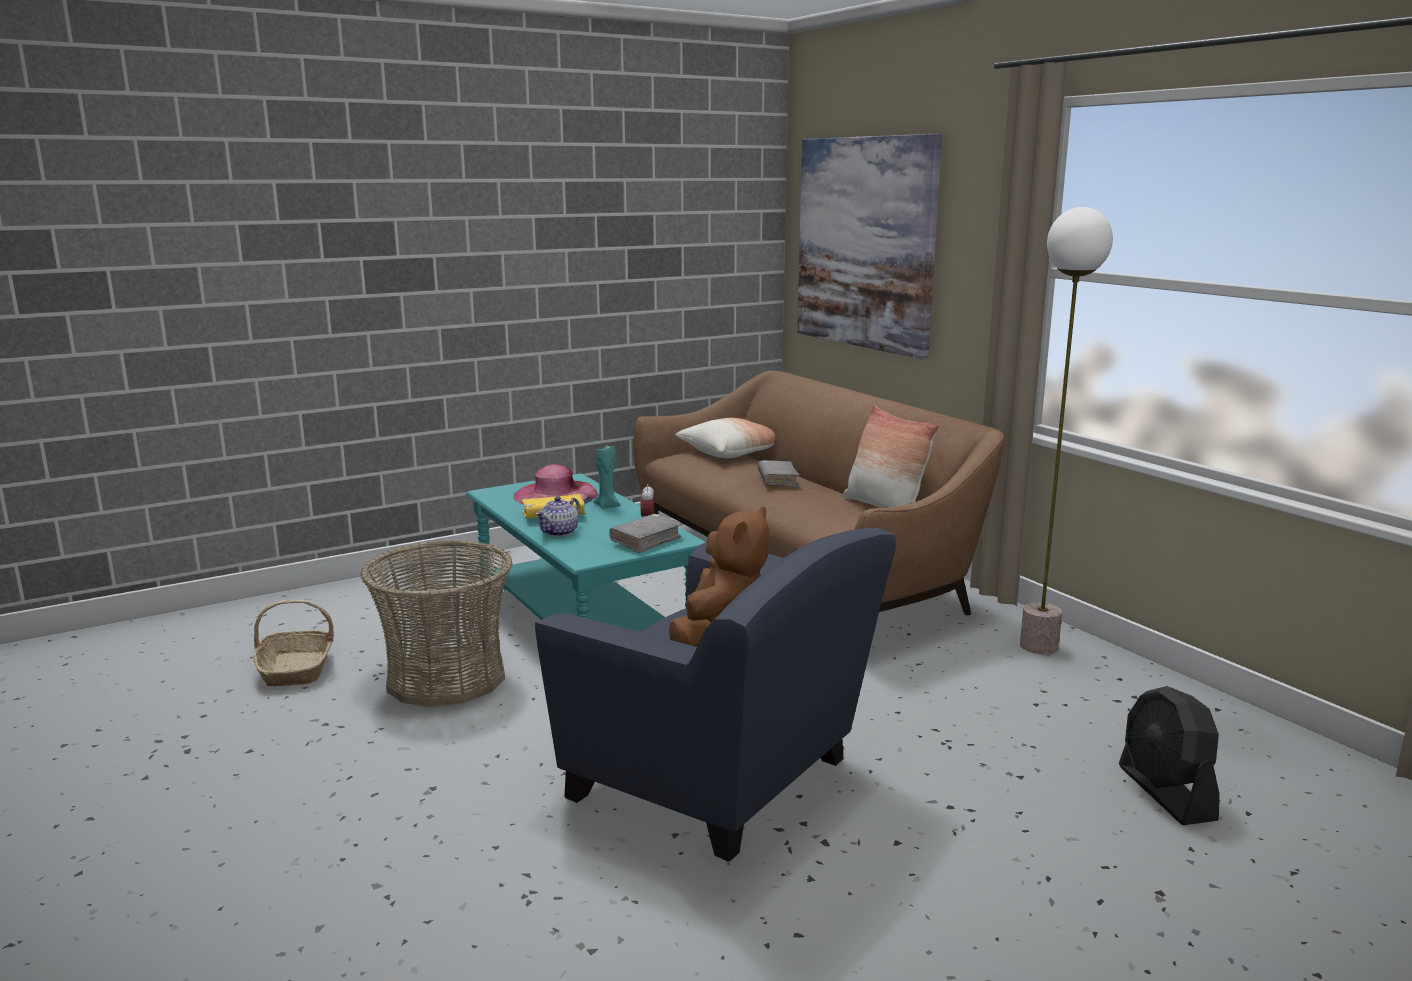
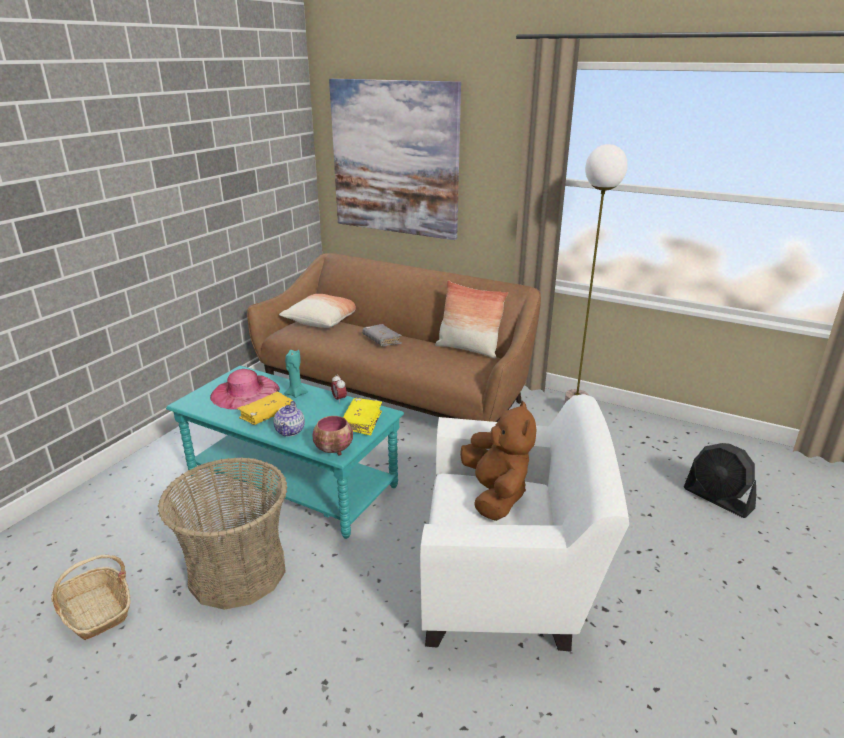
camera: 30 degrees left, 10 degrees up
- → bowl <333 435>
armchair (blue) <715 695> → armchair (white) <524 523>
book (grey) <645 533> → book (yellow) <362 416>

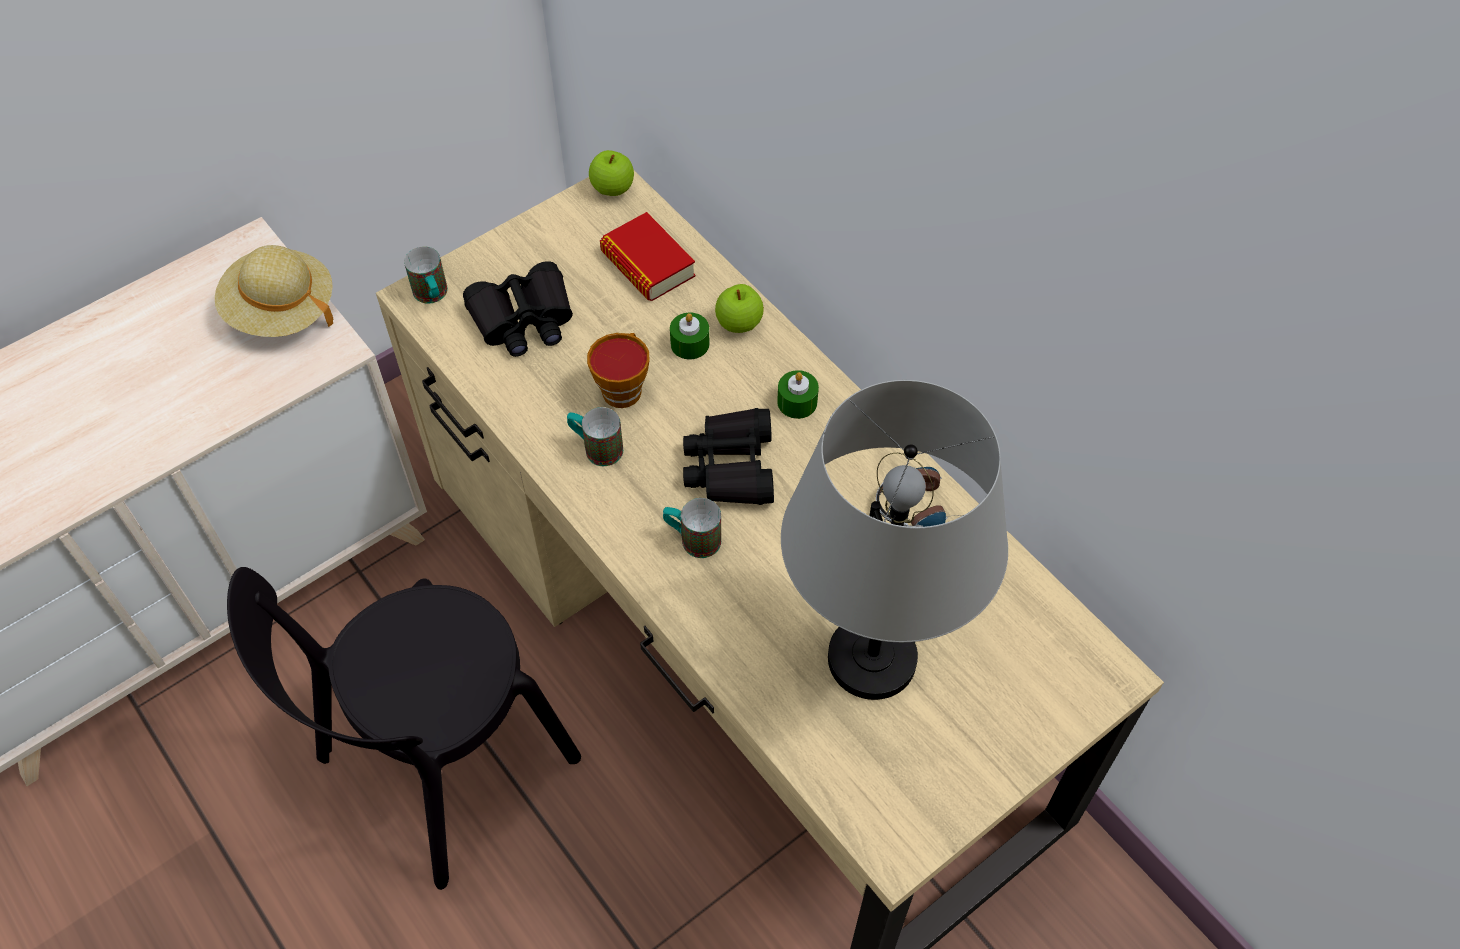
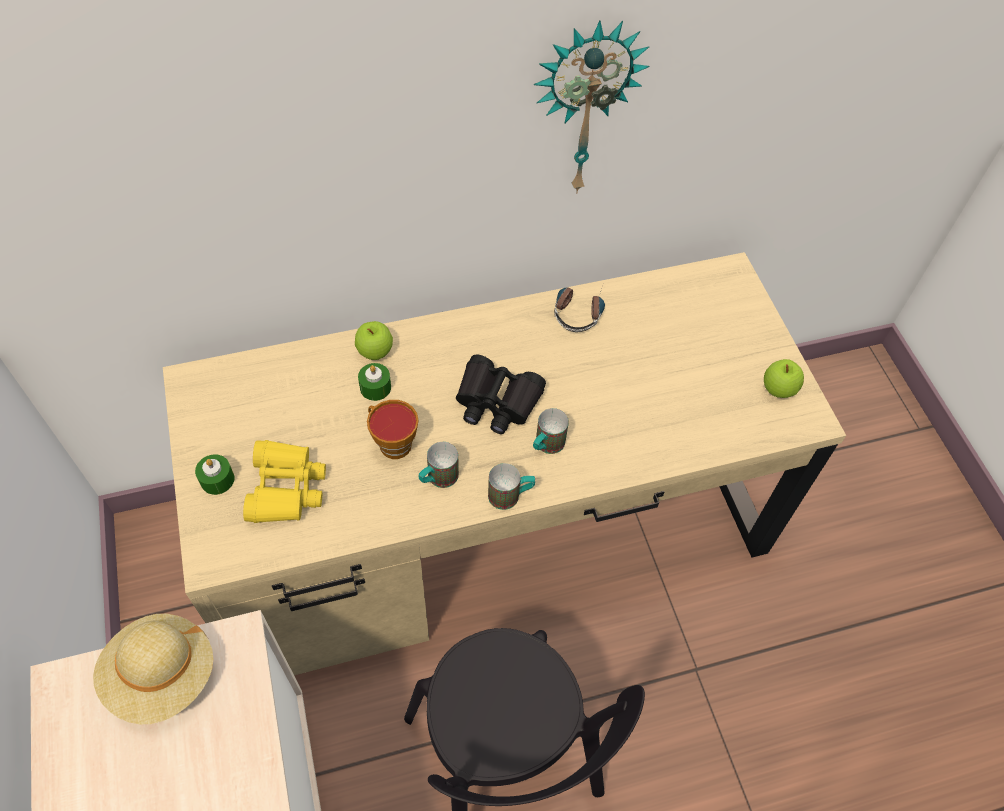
camera: 70 degrees left, 0 degrees up
book <648 256> → -
table lamp (grey) <894 540> → -
- → wall clock <592 107>
mug <426 275> → mug <511 486>, shifted
apple <611 173> → apple <784 378>, shifted
candle (green) <798 394> → candle (green) <214 474>, shifted
binoculars (black) <518 309> → binoculars (yellow) <284 481>

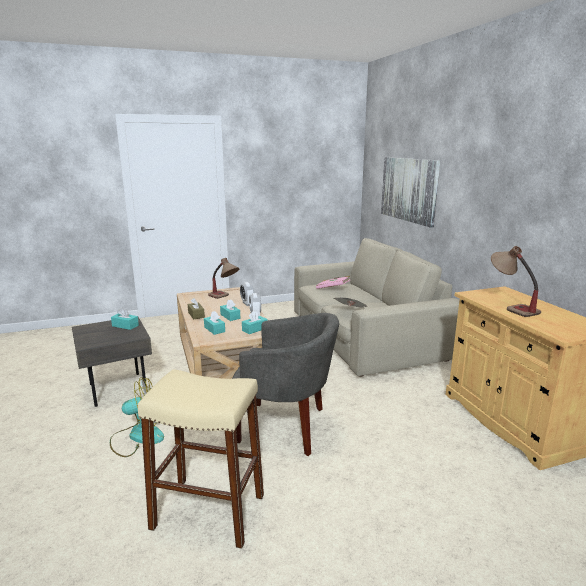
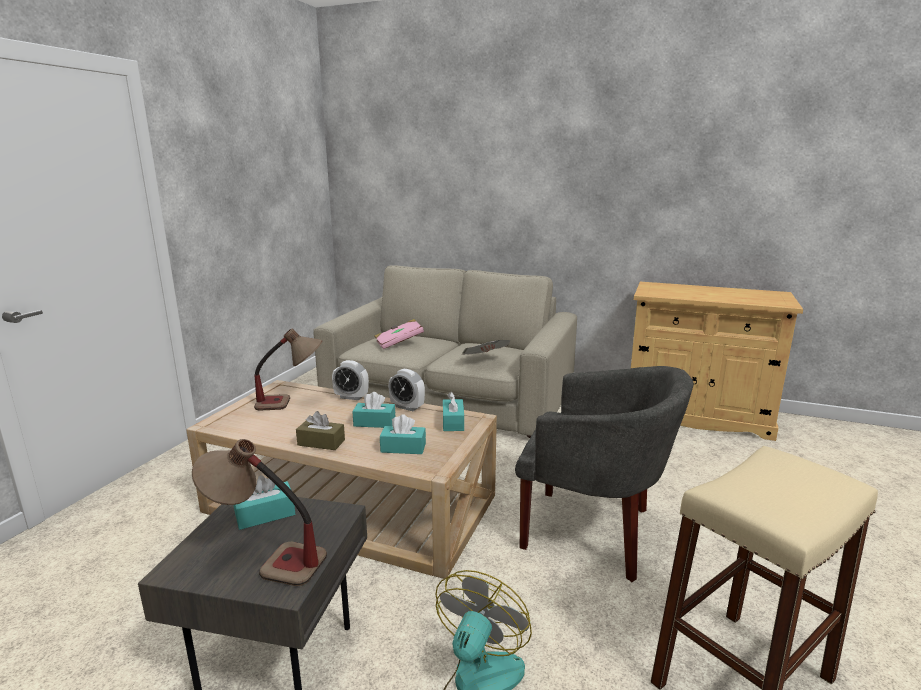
camera: 50 degrees left, 0 degrees up
picture <410 192> → -
table lamp <516 281> → table lamp <259 512>, shifted
armchair (grey) <285 384> → armchair (grey) <604 474>, 60 degrees clockwise

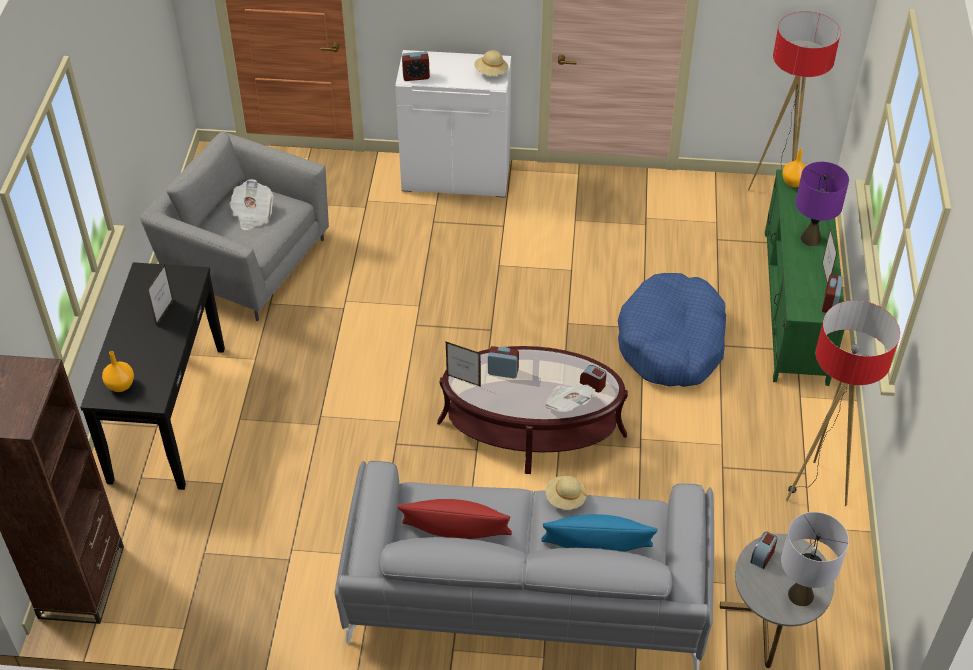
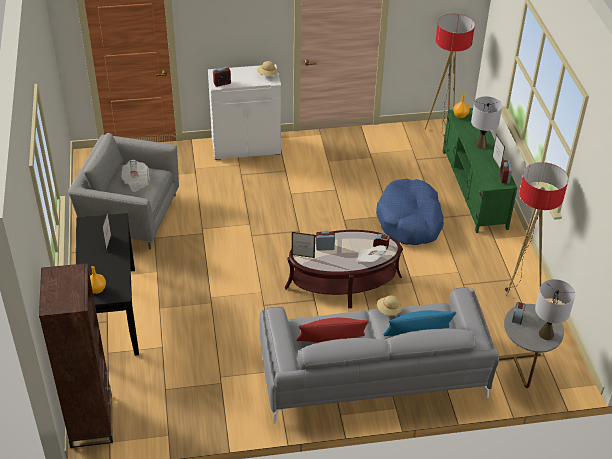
camera: 15 degrees left, 5 degrees down
table lamp (purple) <822 204> → table lamp (grey) <486 122>

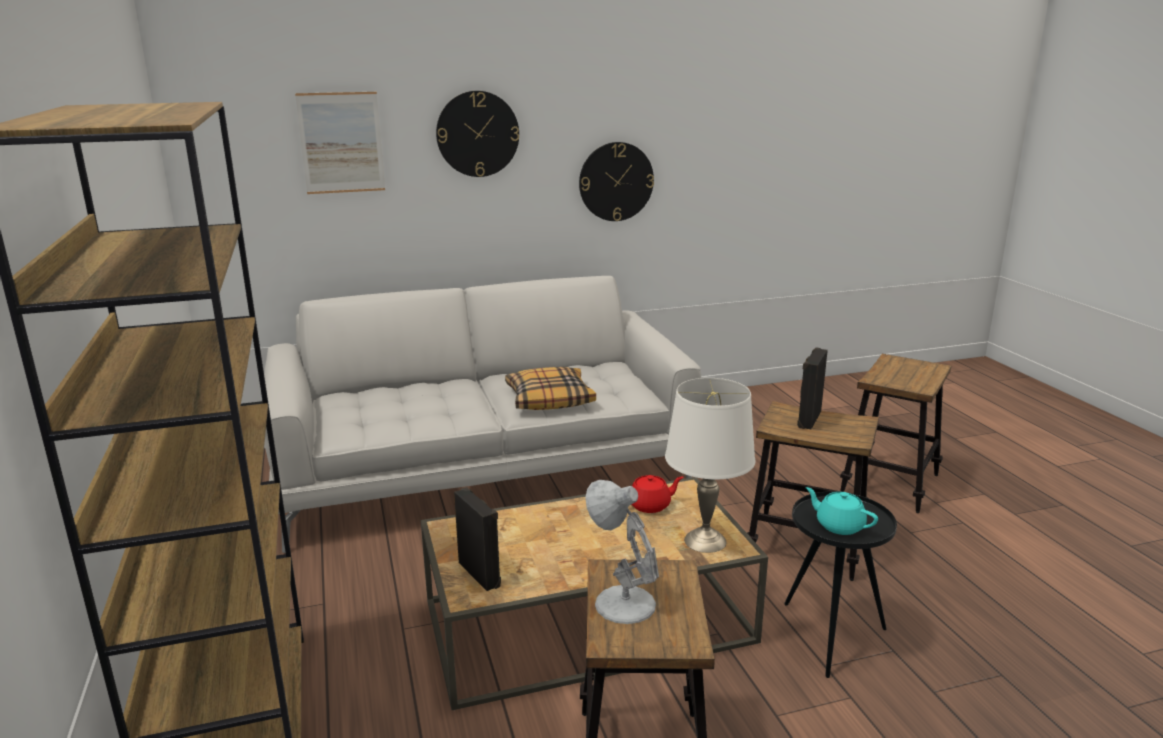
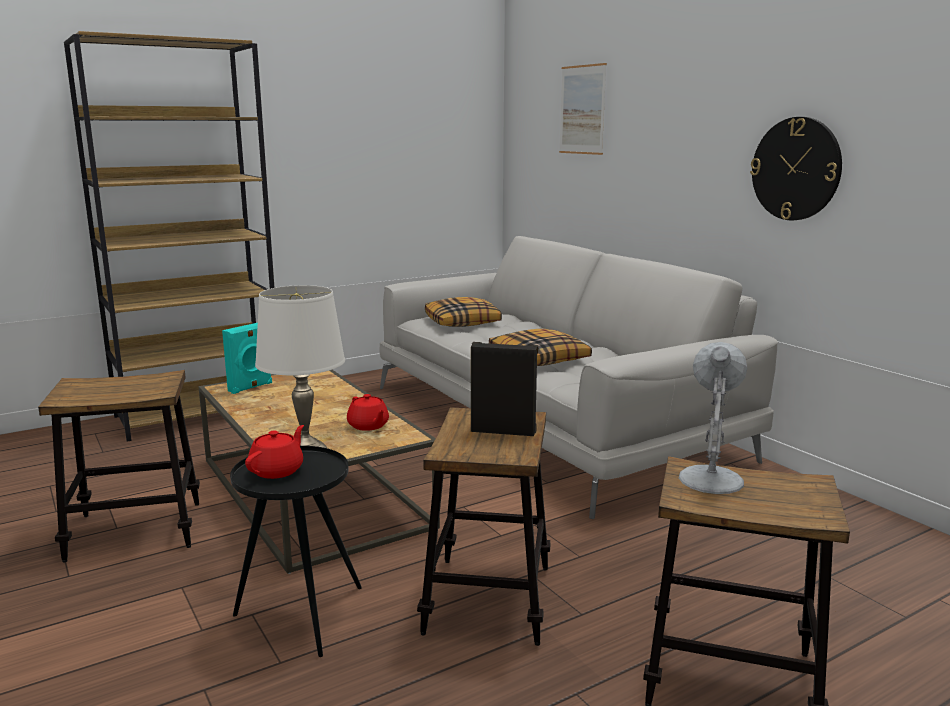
camera: 75 degrees right, 5 degrees down
wall clock <477 134> → -
- → pillow <463 312>
table lamp (white) <622 552> → table lamp (white) <713 418>, shifted
speaker (black) <477 539> → speaker (turquoise) <247 358>
teapot (turquoise) <841 511> → teapot (red) <274 452>

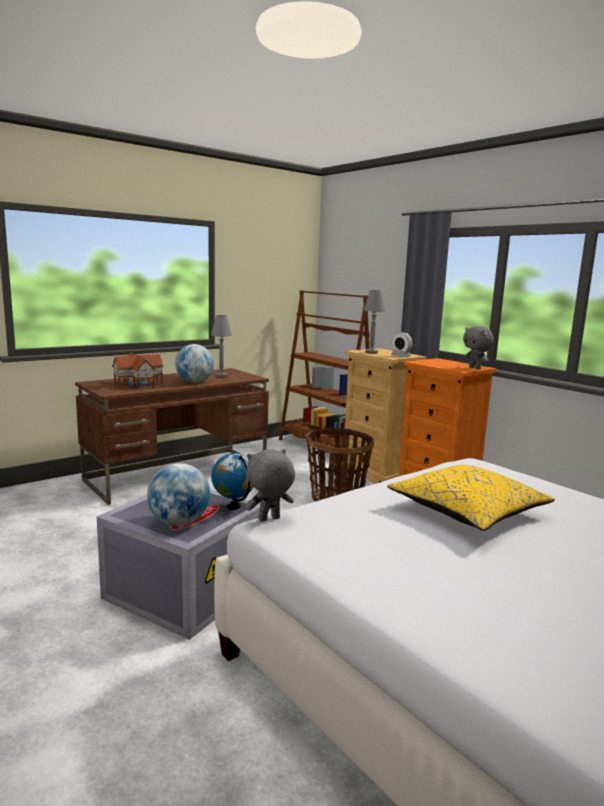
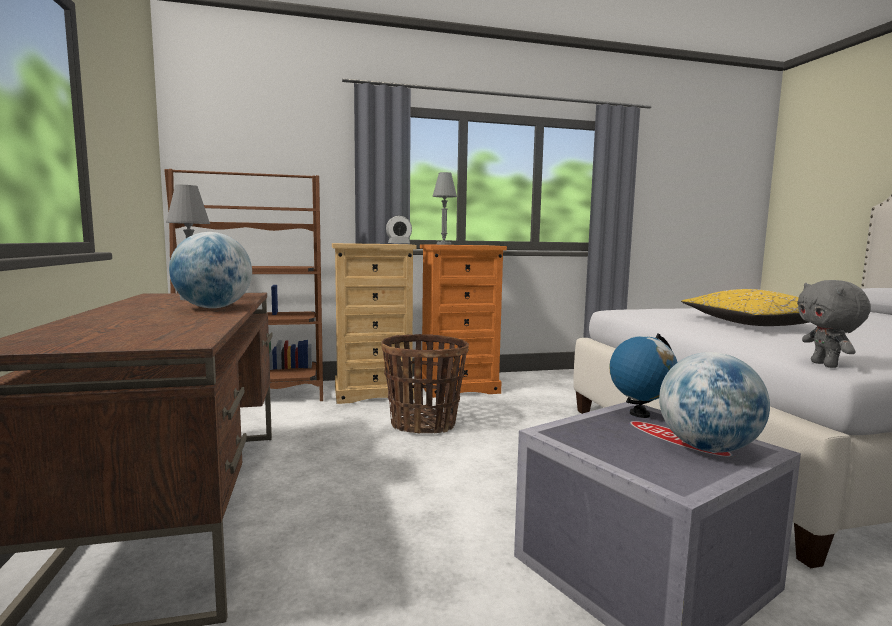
camera: 65 degrees left, 5 degrees down
toy house <138 371> → -
plush toy (grey) <478 348> → -
table lamp (grey) <374 322> → table lamp (grey) <445 208>, shifted

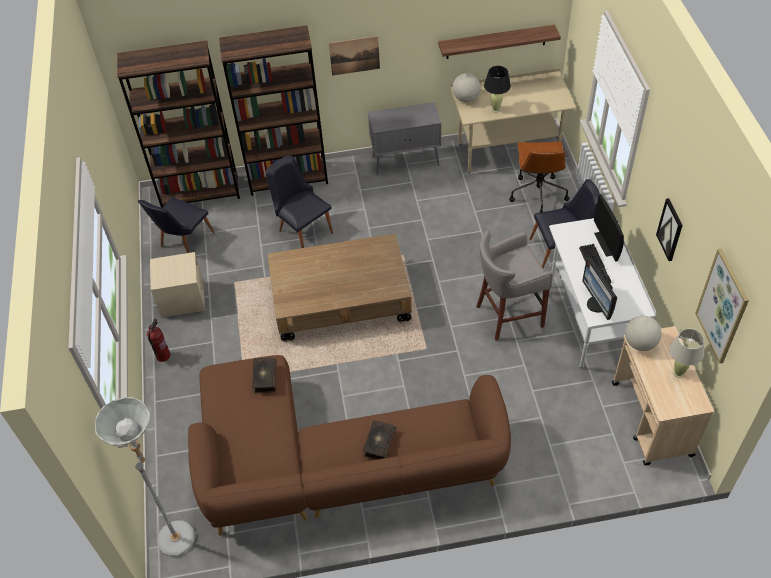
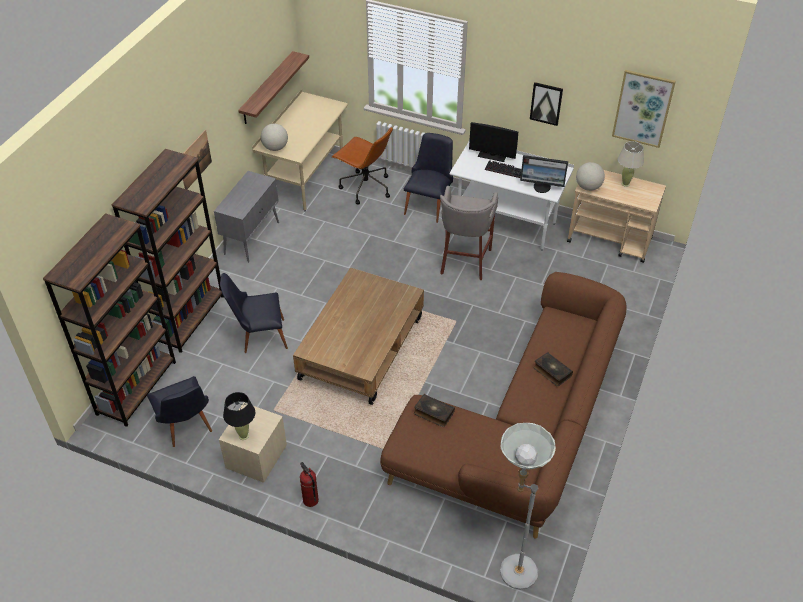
camera: 60 degrees left, 5 degrees down
table lamp (black) <497 89> → table lamp (black) <239 416>, shifted

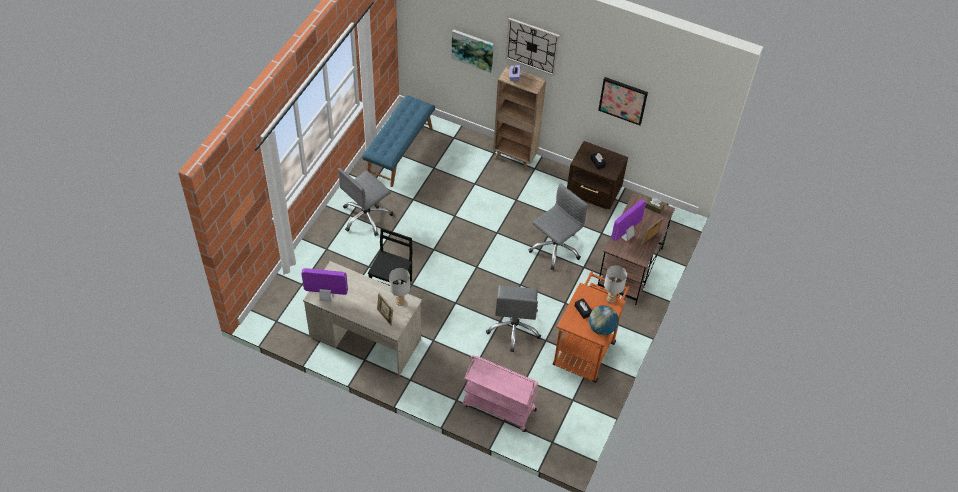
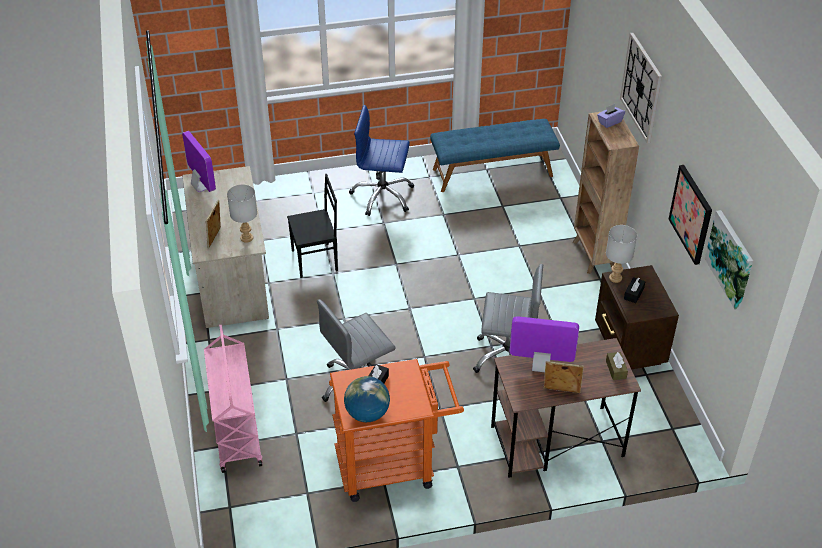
camera: 55 degrees right, 10 degrees down
picture <472 51> → picture <729 260>, shifted
table lamp (grey) <615 284> → table lamp (grey) <621 254>, shifted
office chair (grey) <365 202> → office chair (blue) <381 160>

